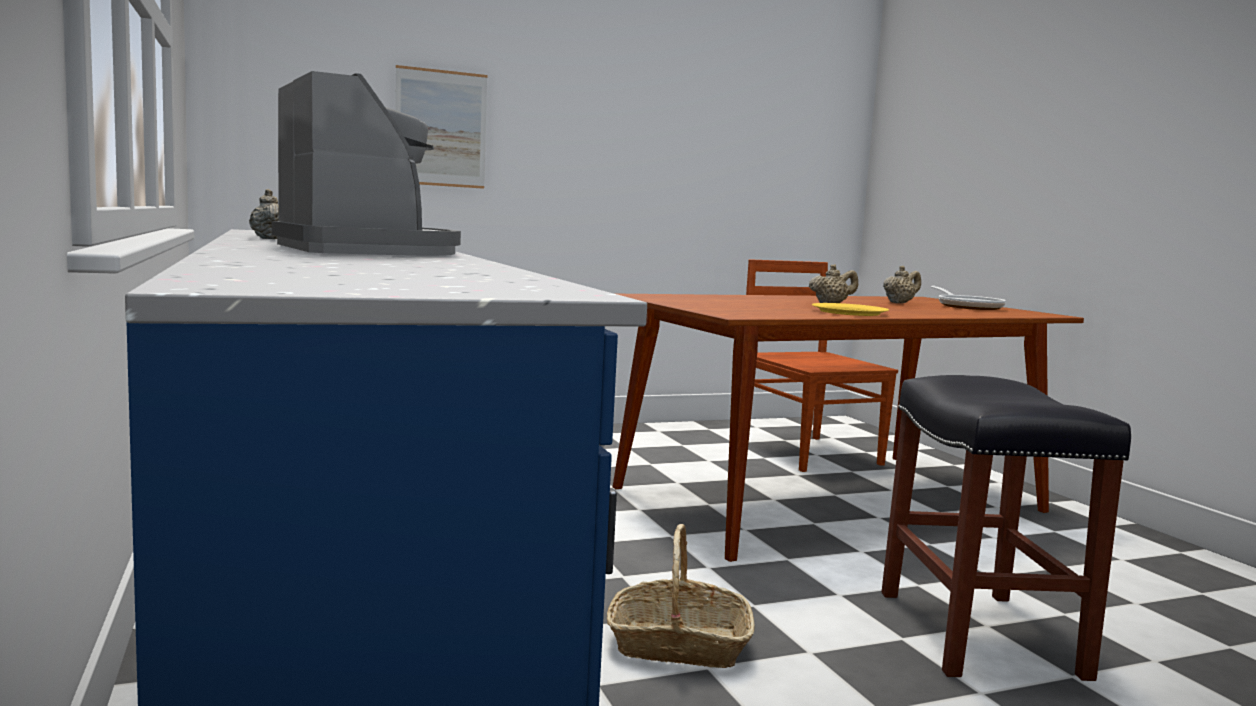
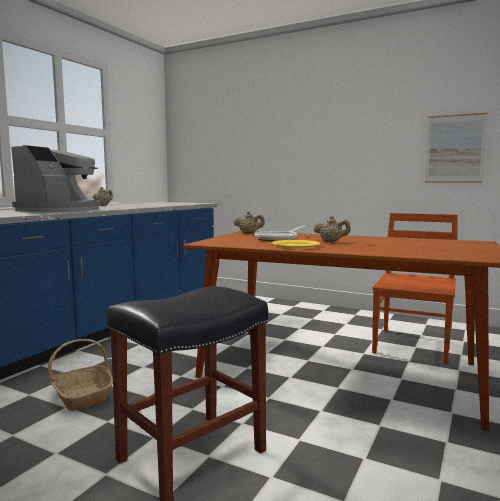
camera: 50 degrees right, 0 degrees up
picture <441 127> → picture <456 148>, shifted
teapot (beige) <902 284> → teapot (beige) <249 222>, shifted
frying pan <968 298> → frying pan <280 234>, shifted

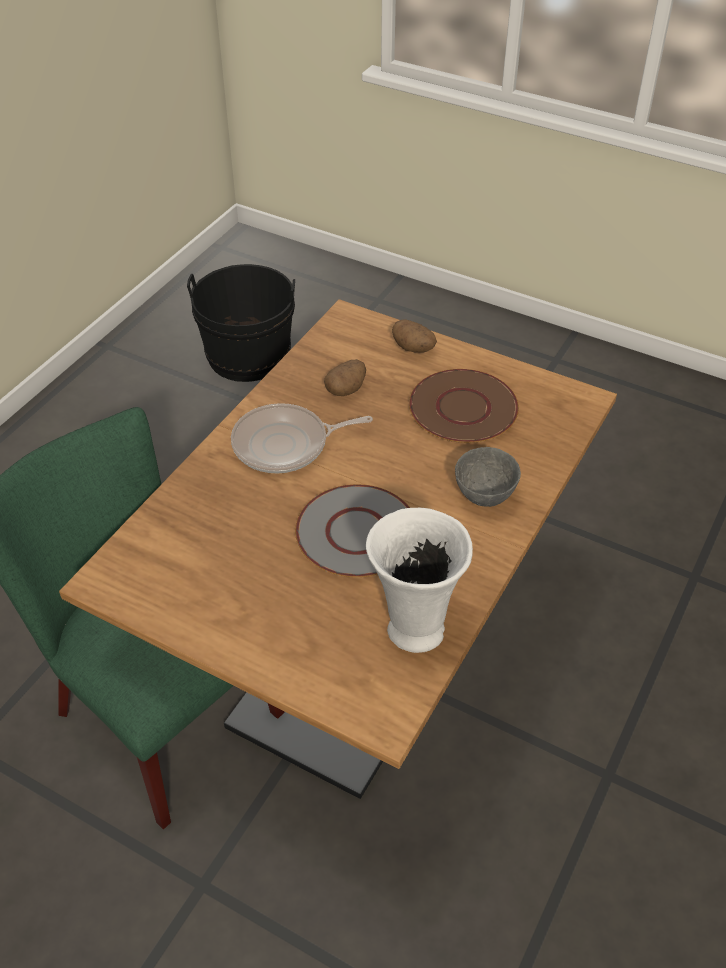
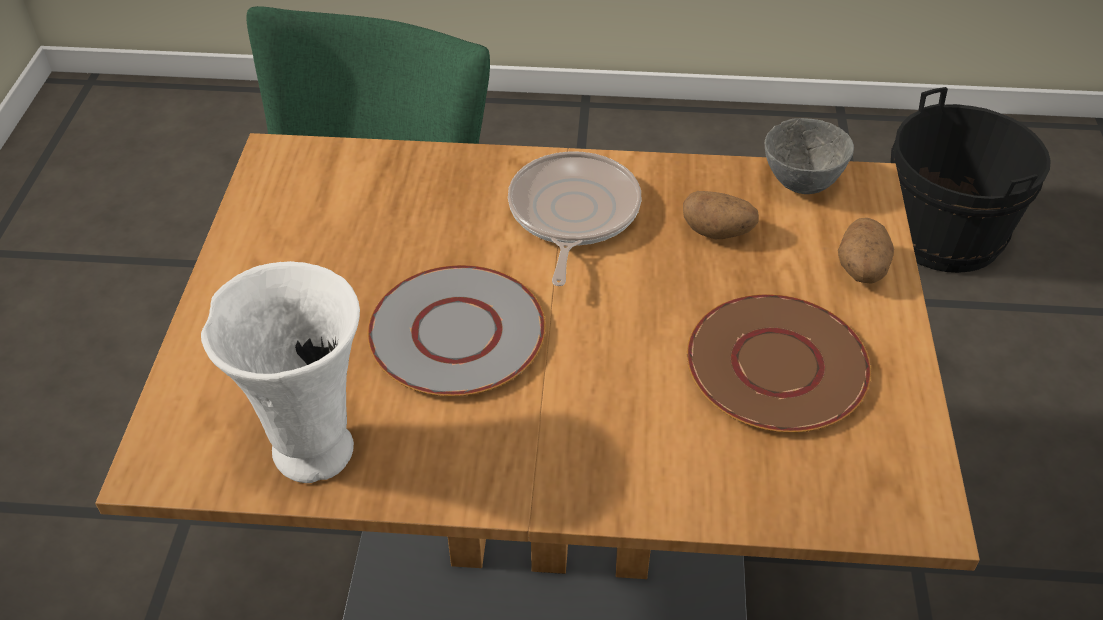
camera: 65 degrees right, 0 degrees up
bowl (grey) <488 477> → bowl (grey) <809 156>, shifted
frying pan <302 438> → frying pan <574 218>, 45 degrees clockwise

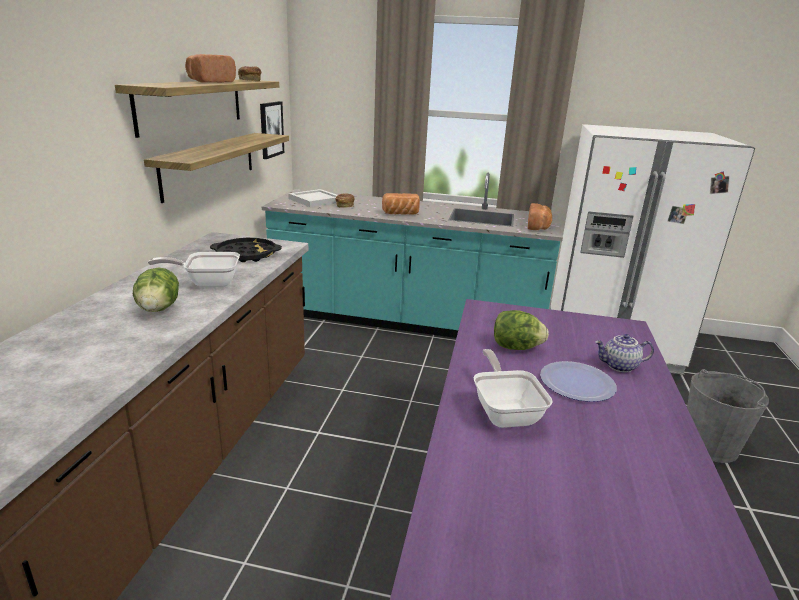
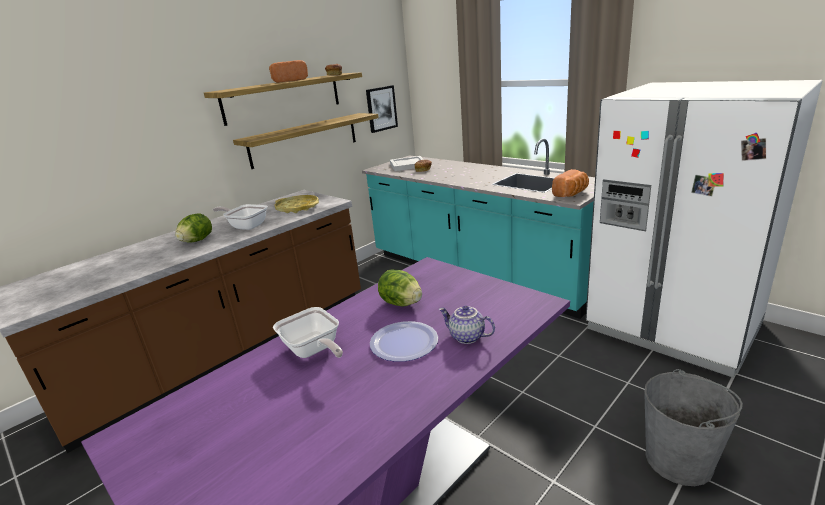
camera: 35 degrees right, 0 degrees up
bread <401 204> → -
tray (black) <246 250> → tray (yellow) <296 204>
frying pan <513 388> → frying pan <308 332>, 120 degrees clockwise

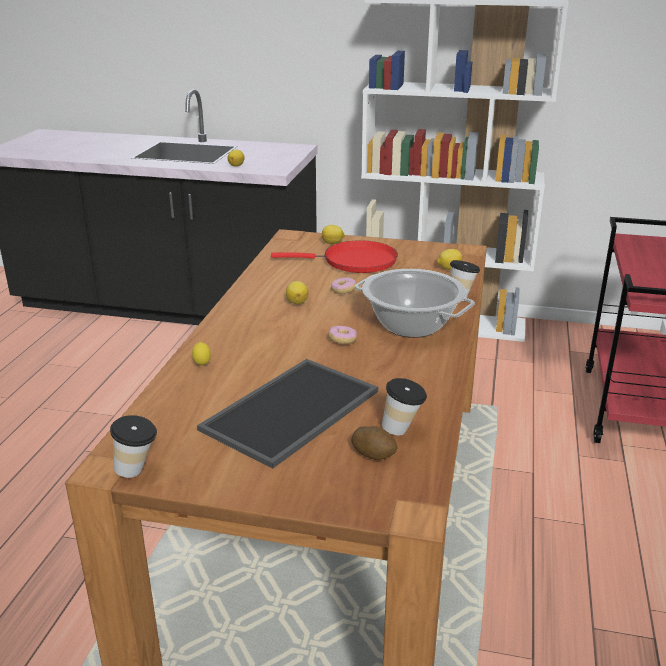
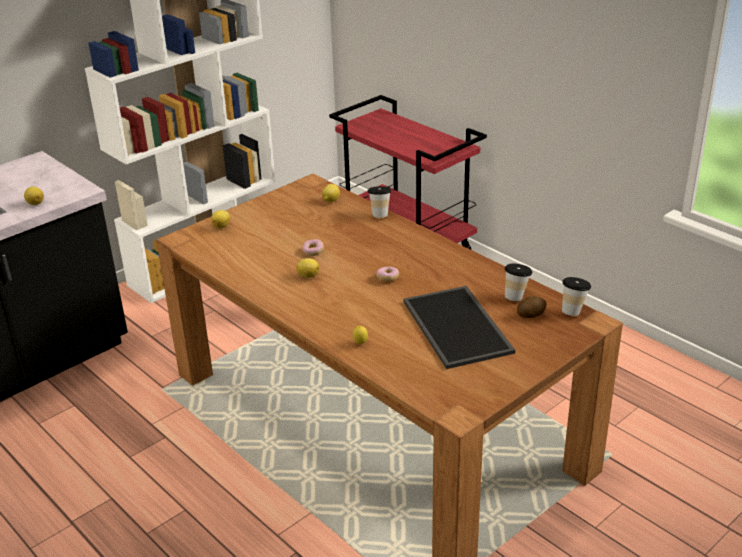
camera: 55 degrees left, 5 degrees up
frying pan (red) <334 256> → -
cooking pot <415 303> → -
cup <133 446> → cup <576 296>, shifted

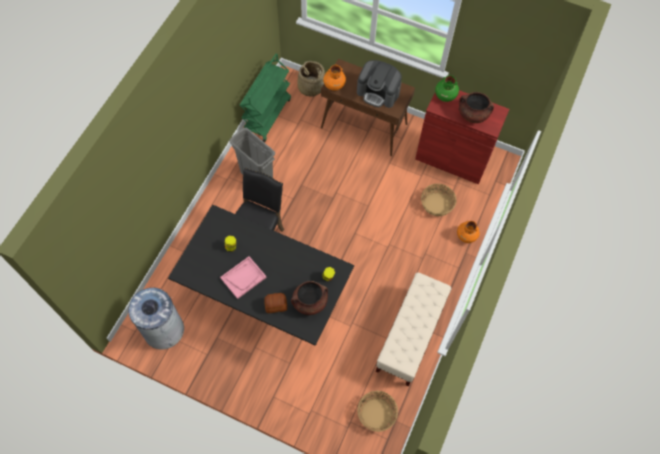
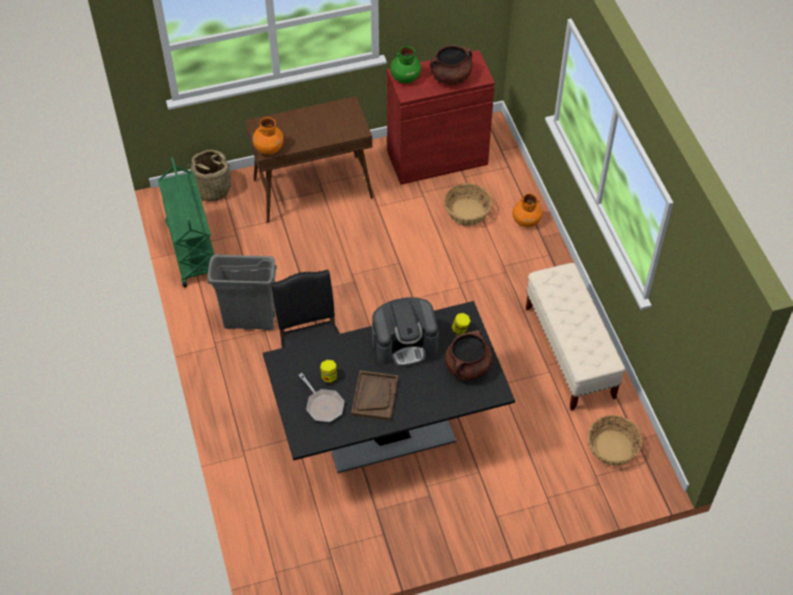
camera: 40 degrees left, 10 degrees down
trash can (grey) <156 319> → -
bread <275 303> → -
- → frying pan <321 397>
coffee machine <379 84> → coffee machine <405 332>, shifted
tray (pink) <243 277> → tray (brown) <375 395>

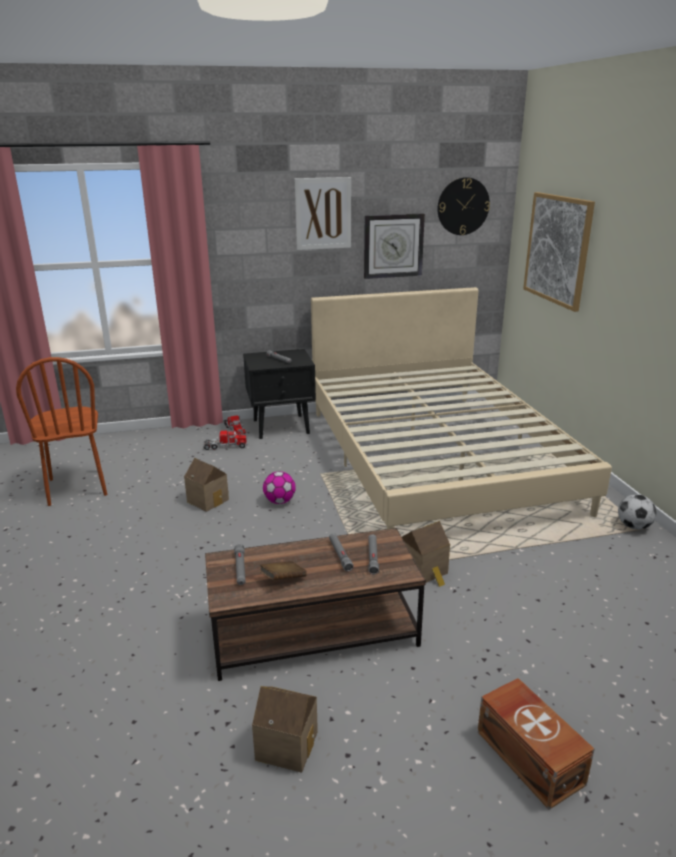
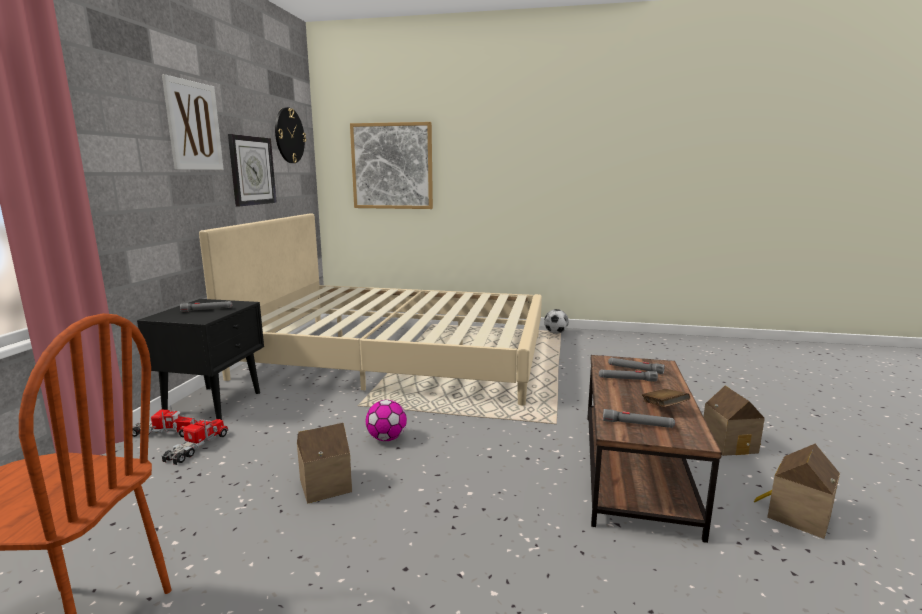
camera: 65 degrees left, 10 degrees down
storage box (brown) <536 744> → -
toy house <426 554> → toy house <734 421>, shifted

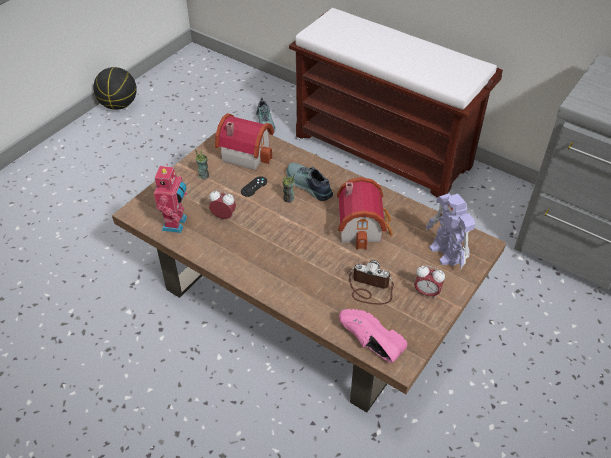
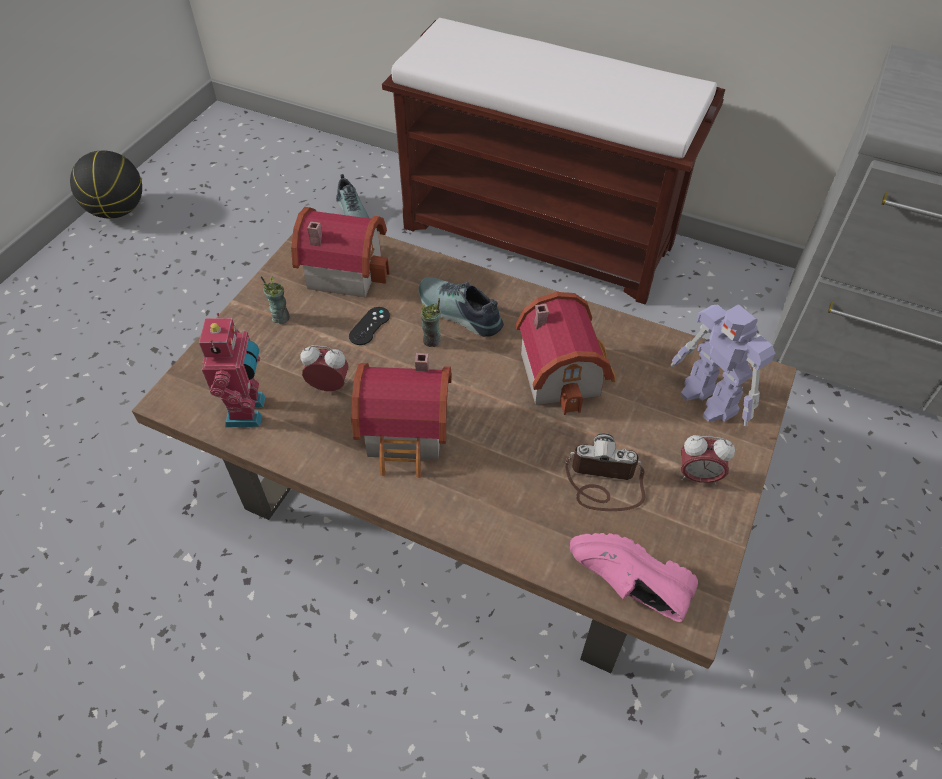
camera: 10 degrees left, 5 degrees up
- → toy house <401 415>

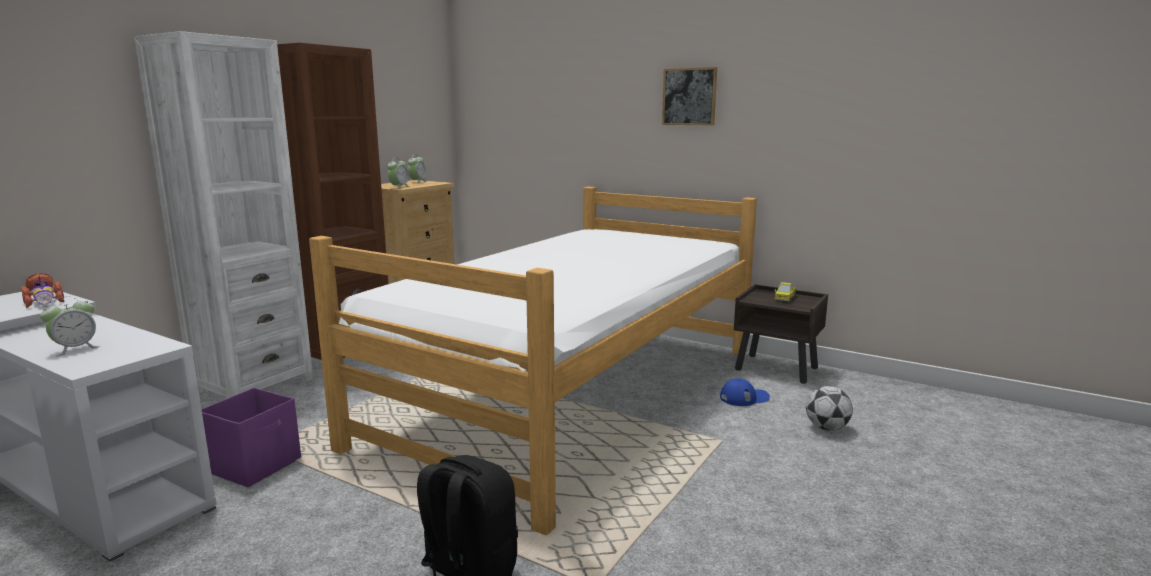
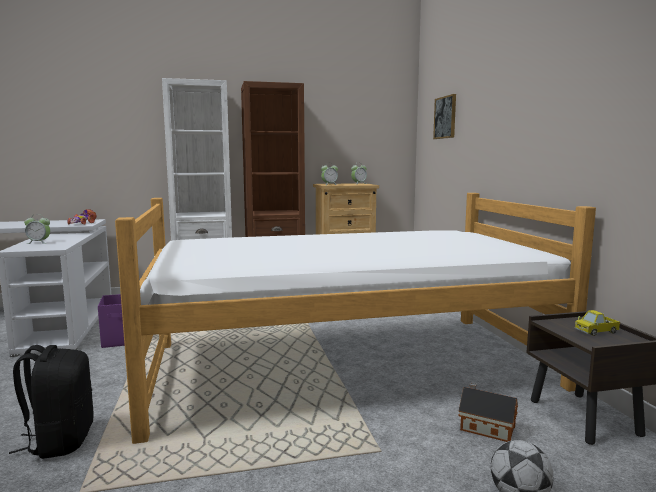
camera: 45 degrees right, 5 degrees down
picture <689 96> → picture <444 116>, shifted
cap (blue) <745 392> → toy house <488 412>

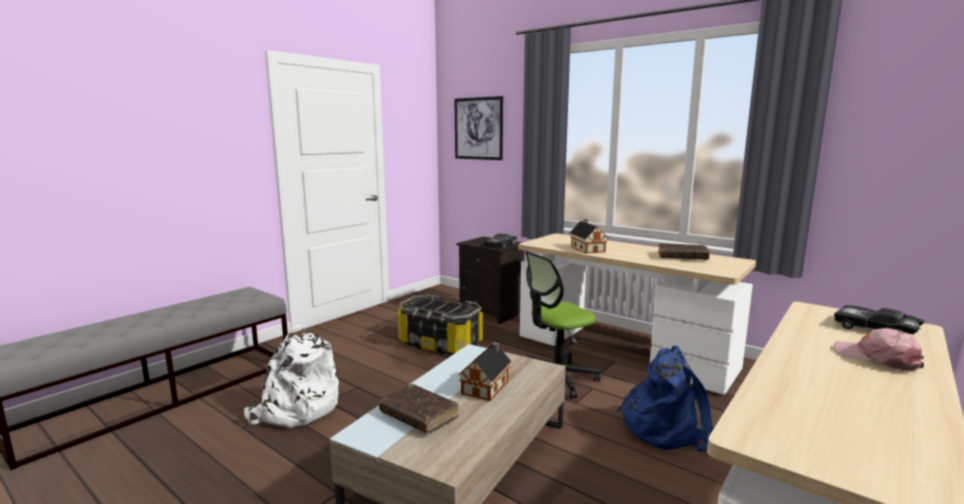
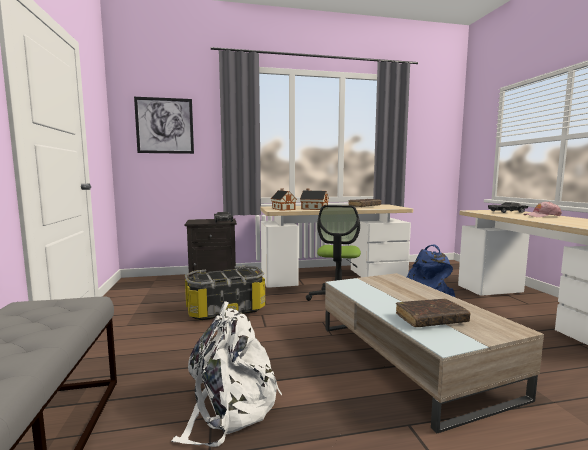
camera: 50 degrees left, 5 degrees down
toy house <484 371> → toy house <284 200>, shifted

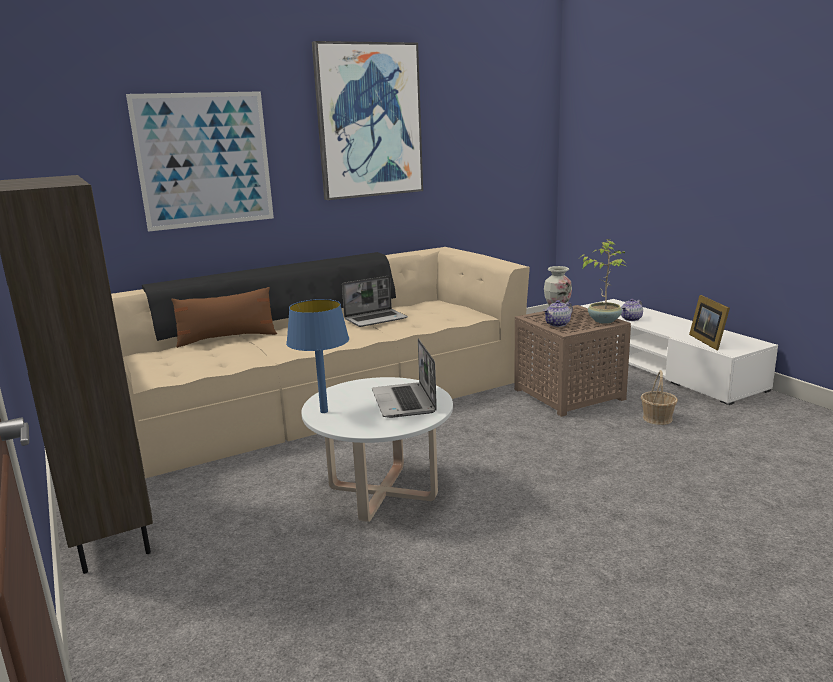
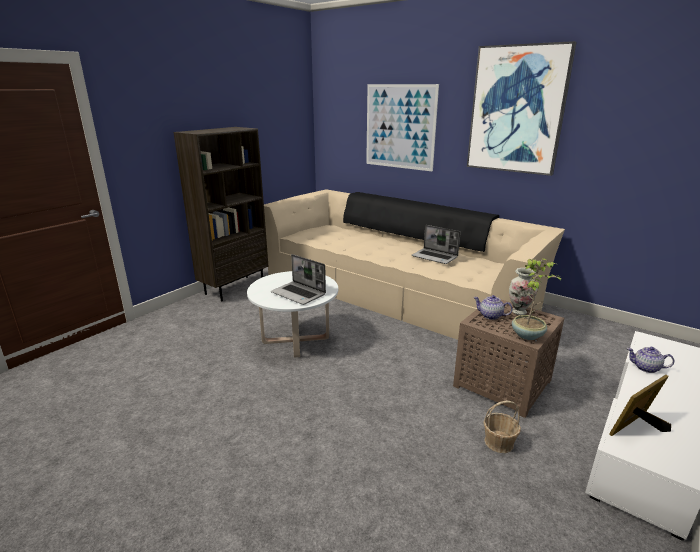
camera: 65 degrees right, 5 degrees up
pillow (brown) <224 317> → -
table lamp (blue) <317 356> → -
laptop <404 378> → laptop <298 279>, 105 degrees counterclockwise

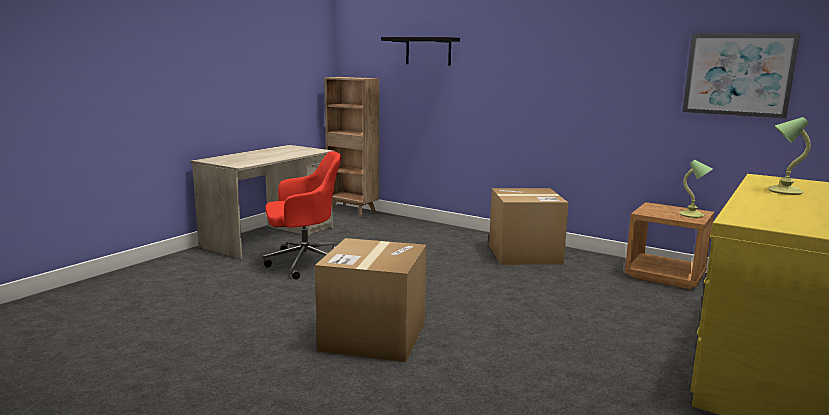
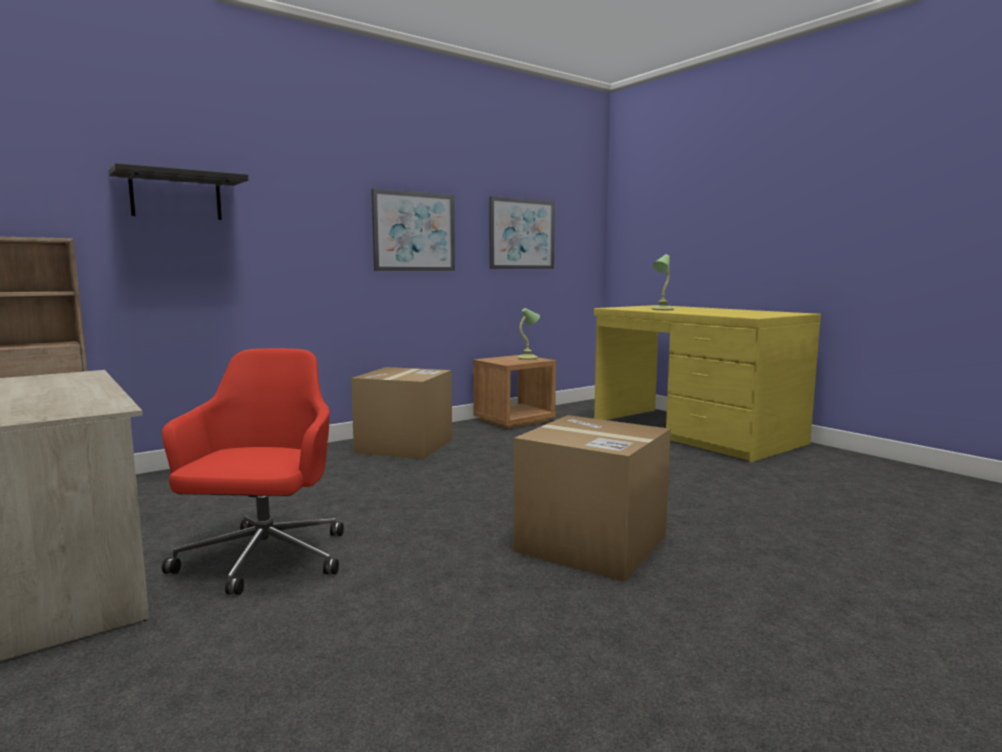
camera: 70 degrees left, 5 degrees down
- → picture <413 230>

